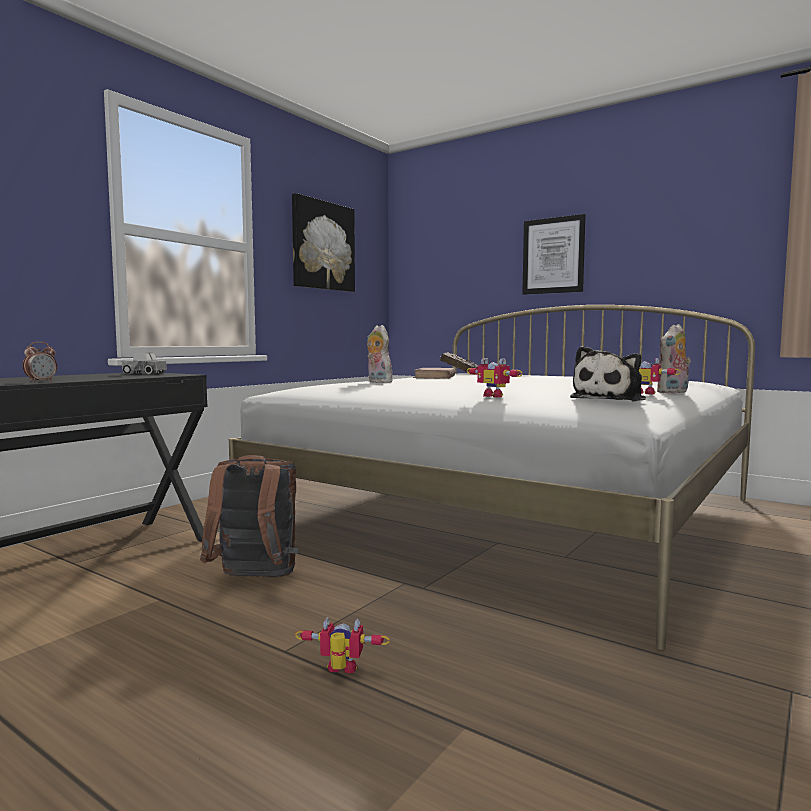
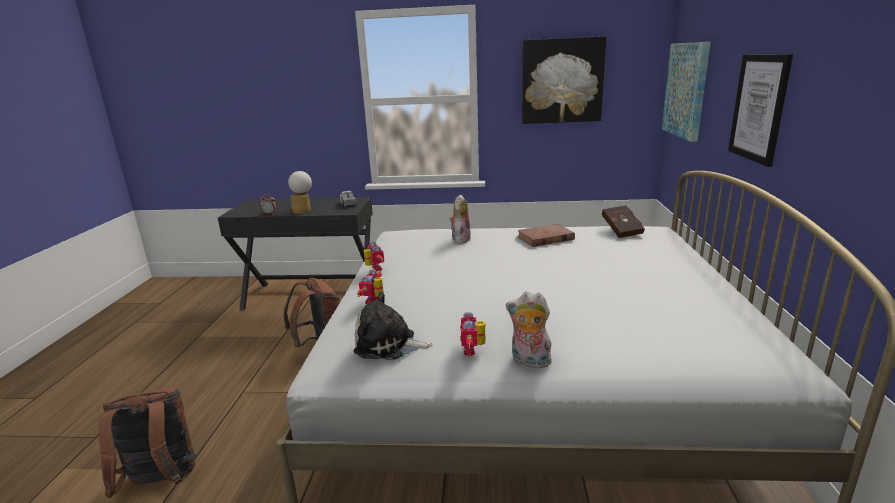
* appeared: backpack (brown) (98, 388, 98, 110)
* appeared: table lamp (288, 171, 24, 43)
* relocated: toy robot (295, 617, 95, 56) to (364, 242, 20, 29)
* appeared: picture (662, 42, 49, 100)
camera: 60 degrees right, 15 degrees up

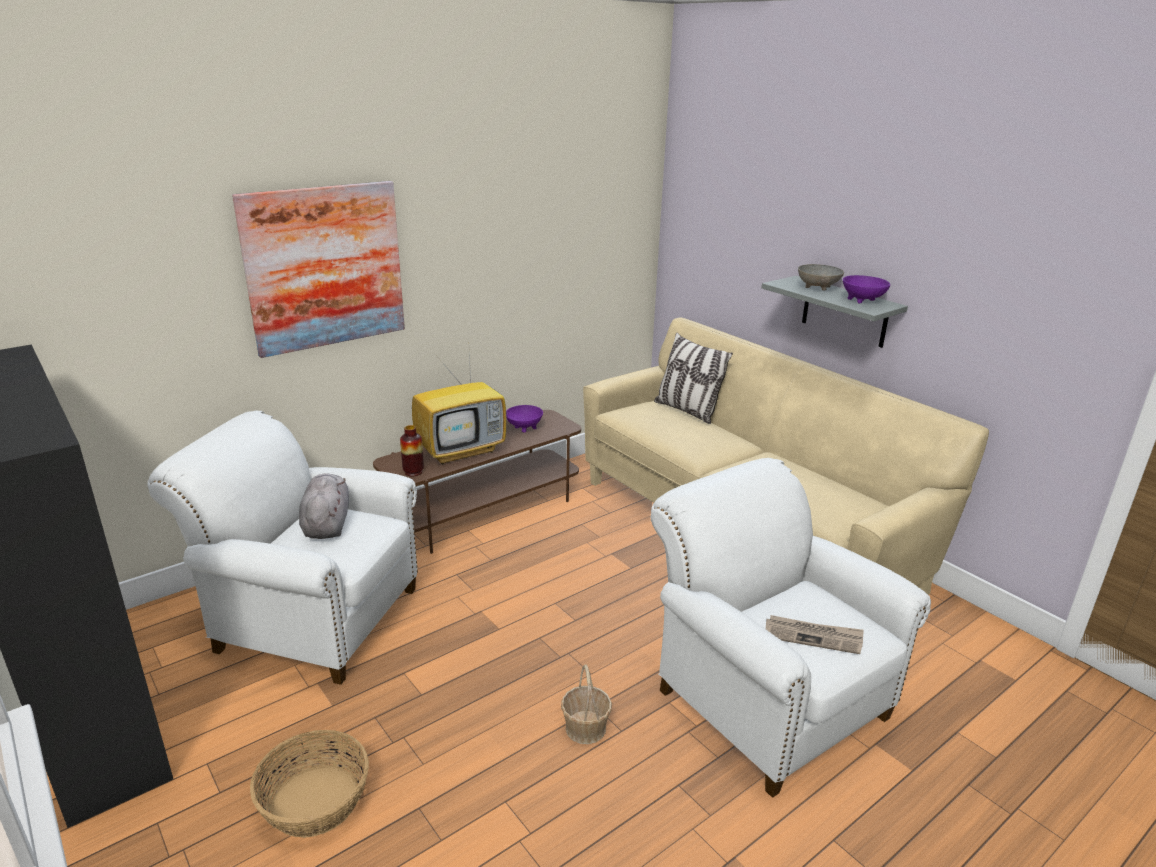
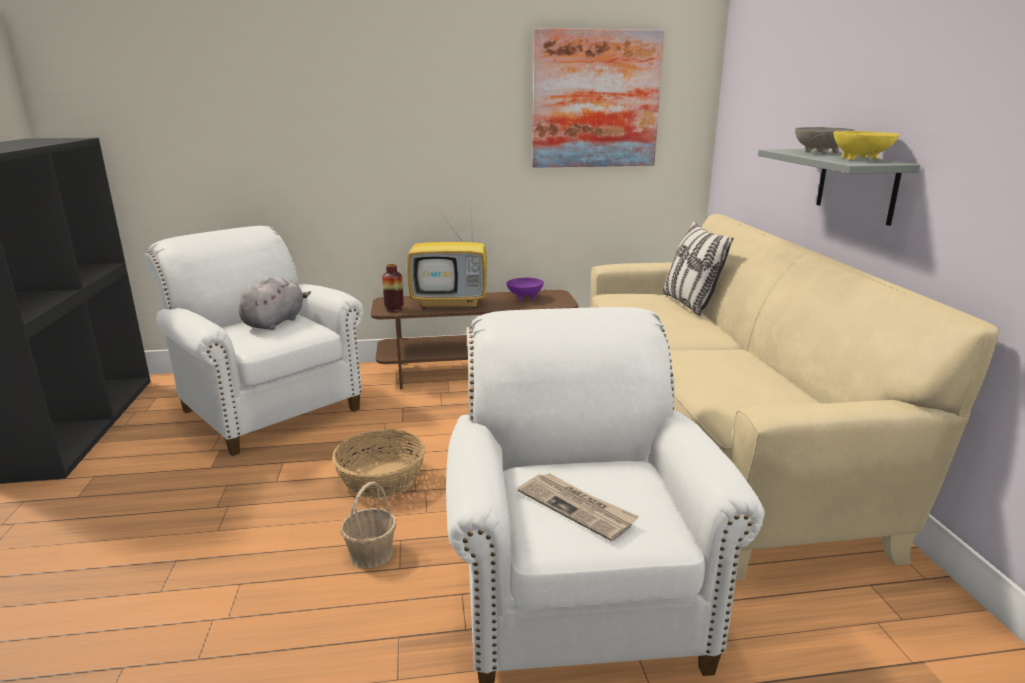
* relocated: basket (250, 730, 119, 108) to (332, 429, 93, 69)
* relocated: picture (232, 181, 173, 177) to (532, 28, 132, 140)
* colour: bowl (purple) (843, 275, 47, 29) to bowl (yellow) (834, 131, 65, 29)
camera: 30 degrees right, 5 degrees down

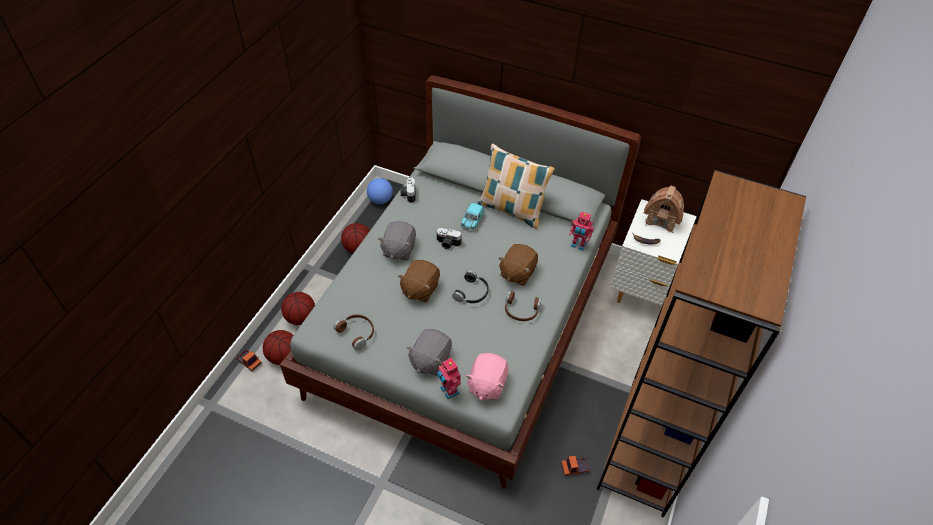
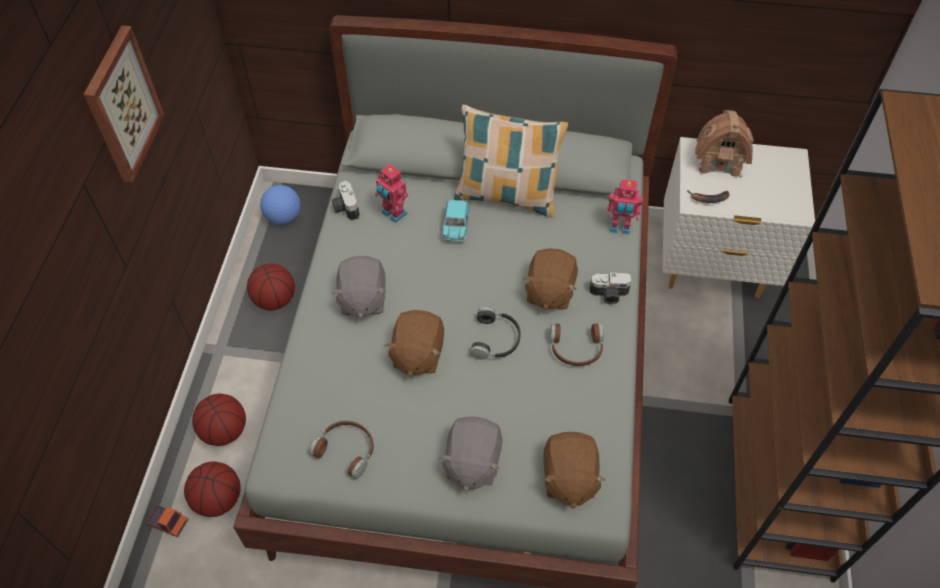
* appeared: picture (83, 25, 81, 157)
* relocated: toy robot (437, 358, 24, 41) to (375, 164, 33, 59)
* colour: plush toy (pink) (466, 353, 43, 47) to plush toy (brown) (543, 432, 63, 77)
* relocated: photo camera (437, 228, 25, 21) to (589, 273, 43, 32)
* missing: toy truck (561, 456, 28, 20)
camera: 15 degrees left, 5 degrees up

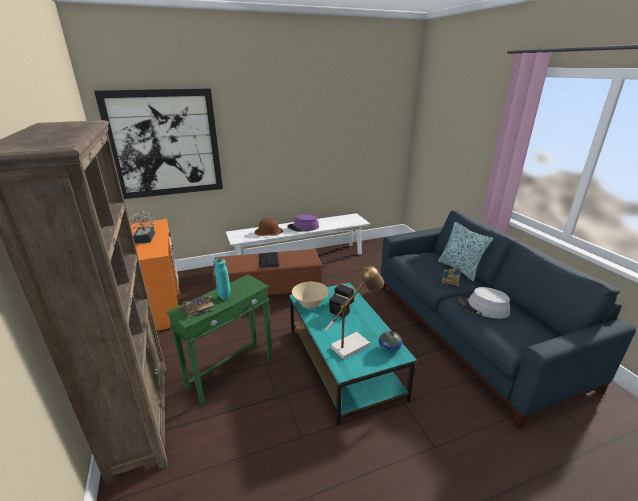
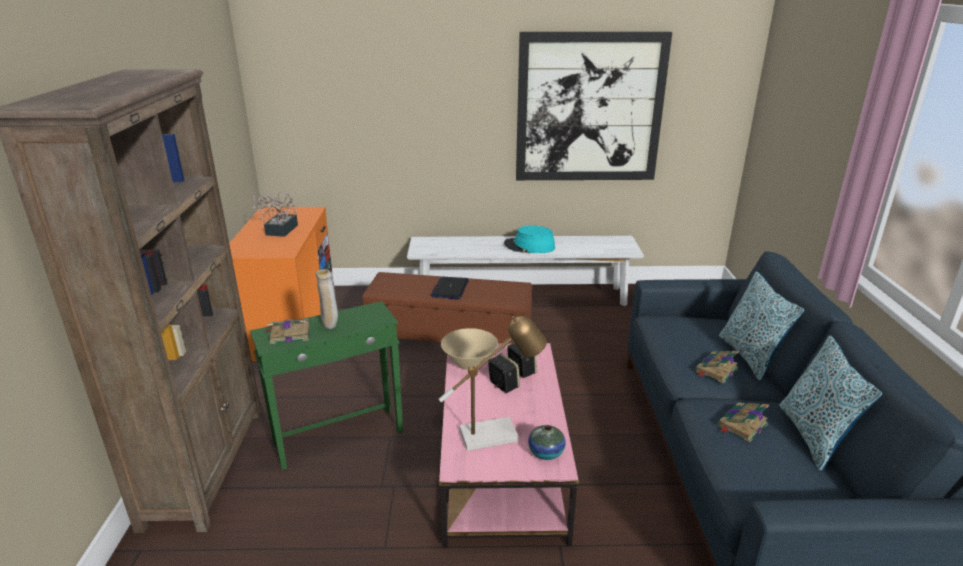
* colour: vase (turquoise) (213, 258, 17, 41) to vase (beige) (316, 269, 22, 60)
* colour: coffee table (turquoise) (289, 282, 128, 144) to coffee table (pink) (439, 343, 139, 205)
* colour: hat (purple) (288, 214, 31, 18) to hat (turquoise) (504, 226, 51, 27)
* relocated: picture (94, 88, 129, 111) to (516, 32, 156, 148)
* exchanged: hat (grey) (458, 287, 52, 32) to book (717, 403, 52, 39)
* appeared: pillow (779, 335, 104, 137)
* missing: hat (brown) (255, 218, 28, 18)
camera: 20 degrees right, 0 degrees up

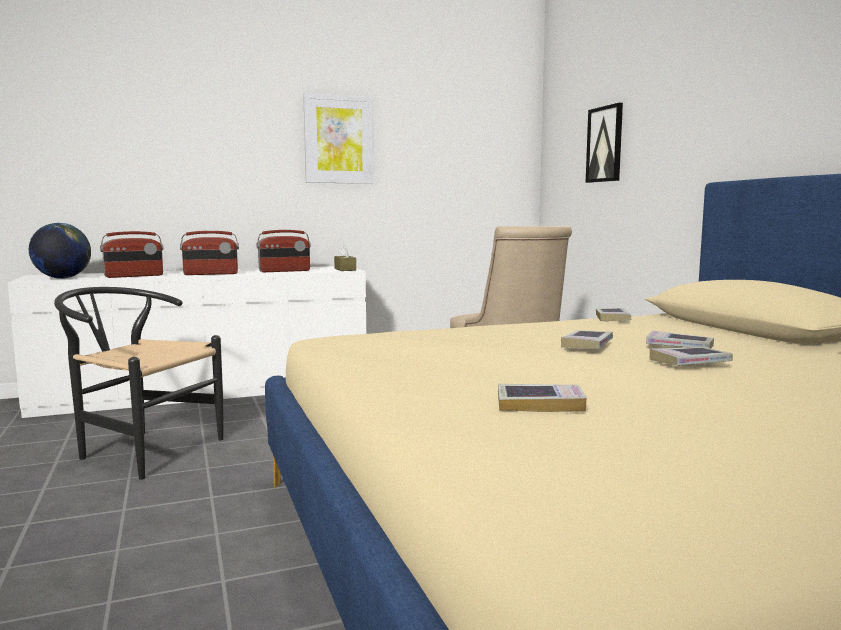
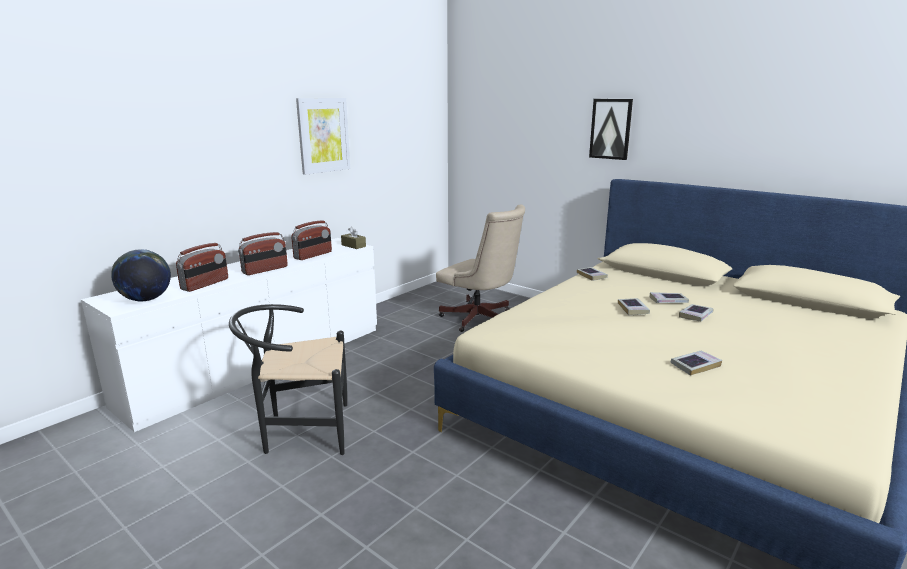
* relocated: picture (586, 103, 37, 80) to (589, 99, 44, 61)
camera: 30 degrees left, 10 degrees up

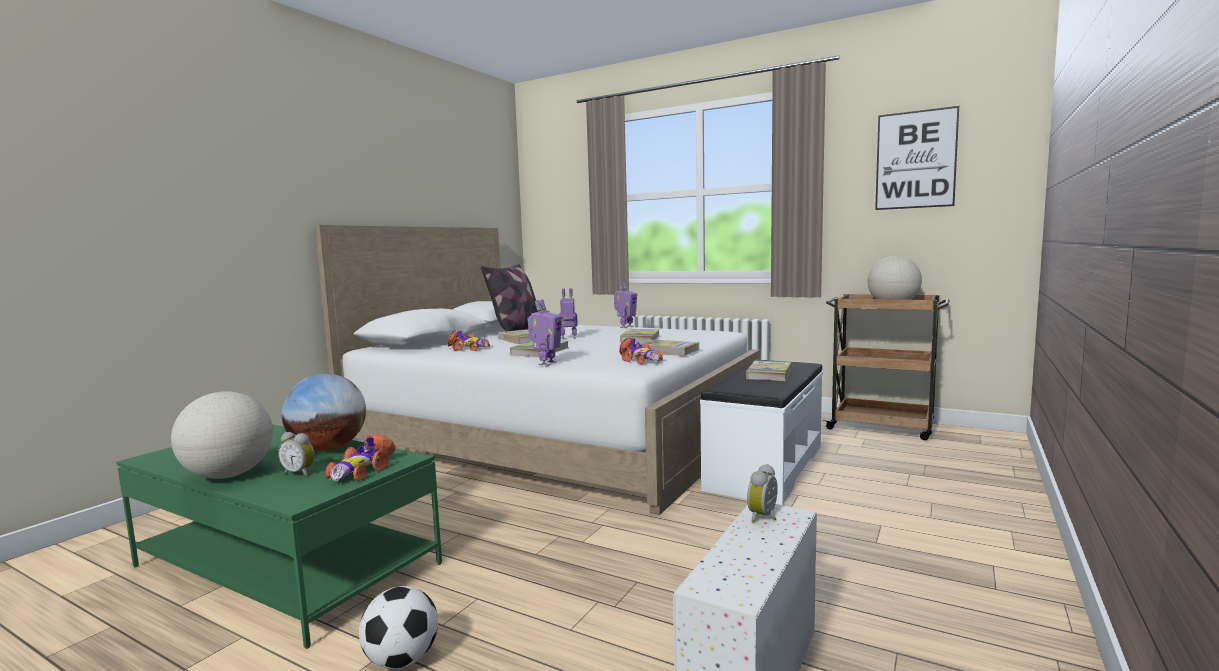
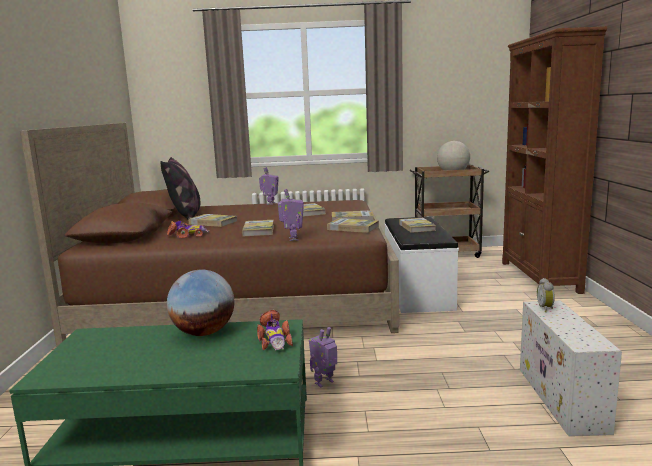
* colour: bed (white) (315, 225, 445, 290) to bed (brown) (20, 123, 379, 224)
* relocated: toy robot (558, 288, 20, 52) to (309, 327, 28, 60)
* exchanged: toy car (619, 338, 44, 26) to book (327, 218, 52, 15)
* appeared: bookcase (brown) (502, 26, 105, 268)
* missing: globe (171, 391, 102, 88)
* missing: alarm clock (278, 432, 36, 44)
* missing: football (359, 586, 79, 83)
* missing: picture (875, 106, 84, 104)
camera: 30 degrees left, 5 degrees up

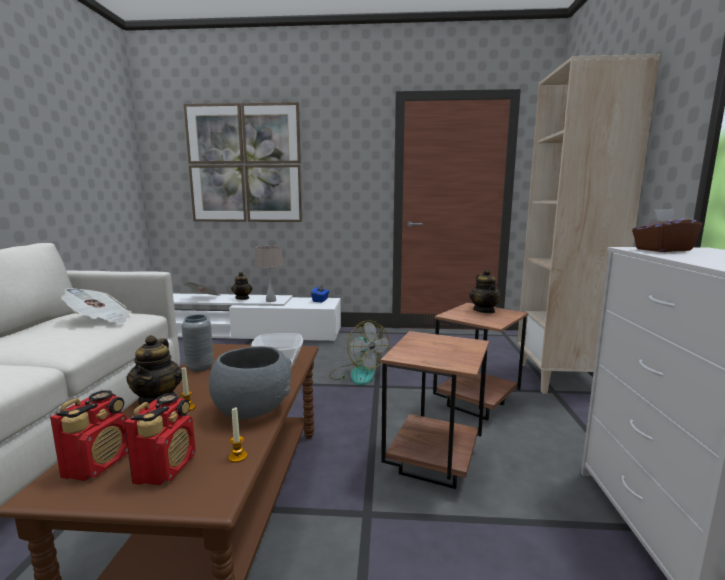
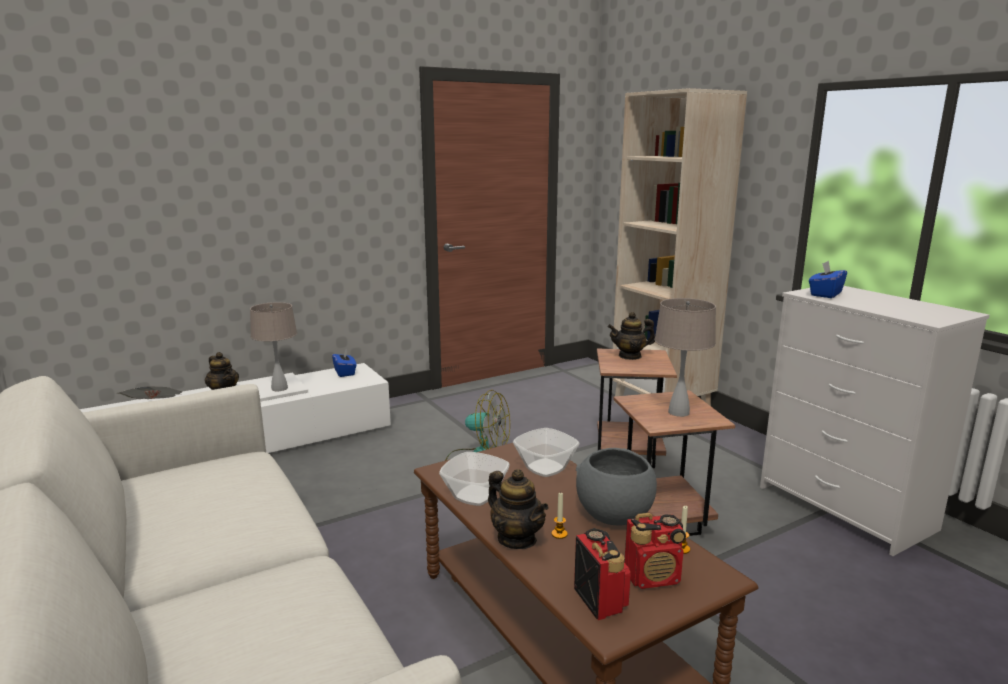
* exchanged: vase (grey) (182, 314, 32, 58) to bowl (439, 452, 70, 54)
* spun: teapot (469, 269, 32, 44) = (608, 312, 47, 48) 120 degrees clockwise
* spun: radio (124, 393, 72, 92) = (624, 513, 62, 76) 105 degrees clockwise
* appeared: table lamp (beige) (655, 298, 61, 119)
* colour: tissue box (brown) (632, 209, 71, 43) to tissue box (blue) (809, 261, 38, 37)
* missing: newspaper (61, 288, 71, 36)
* missing: picture (184, 102, 118, 120)
camera: 35 degrees left, 5 degrees up

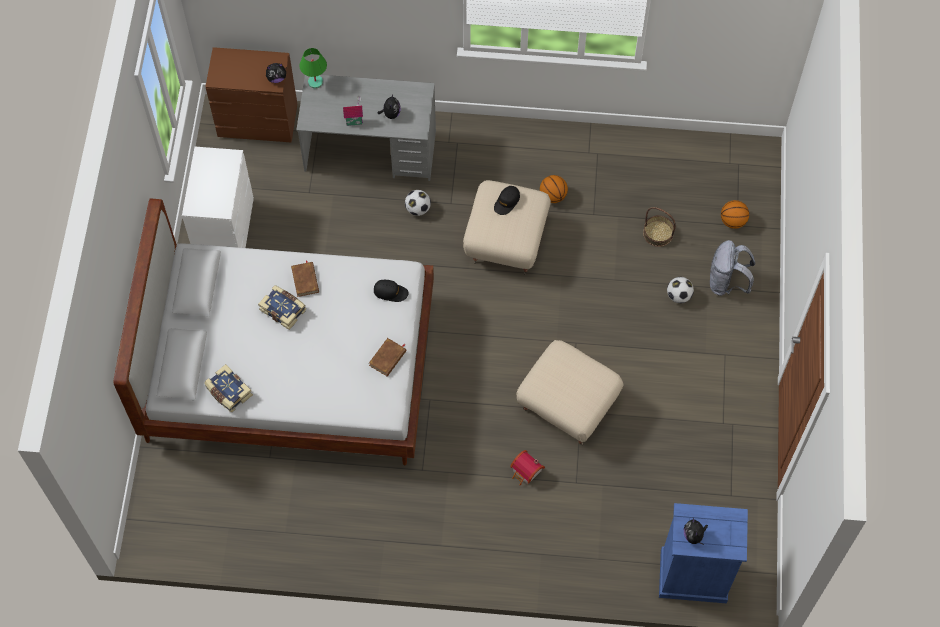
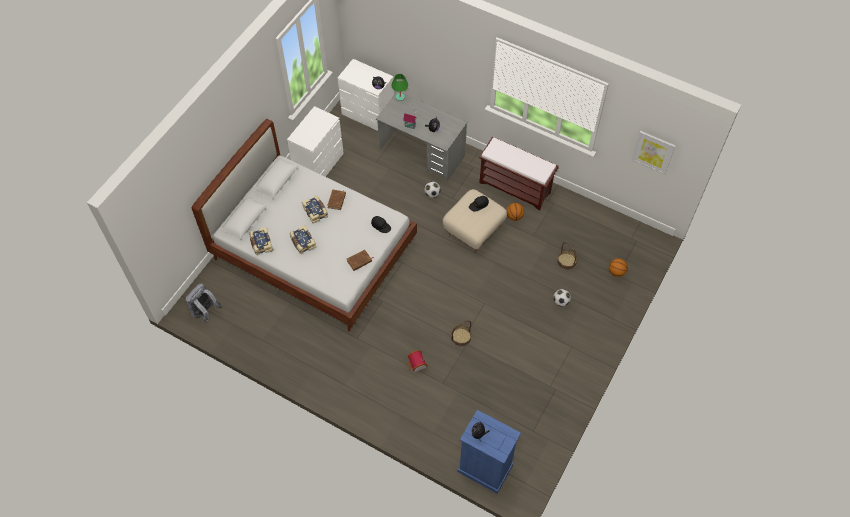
* relocated: backpack (grey) (710, 240, 45, 56) to (185, 284, 37, 39)
* appeared: book (289, 225, 27, 29)
* colour: dresser (brown) (205, 47, 92, 95) to dresser (white) (338, 59, 56, 72)
* exchanged: ottoman (beige) (516, 340, 107, 105) to basket (451, 320, 21, 27)
* appeared: bench (brown) (479, 137, 80, 73)
* appeared: picture (631, 131, 45, 44)
camera: 25 degrees right, 5 degrees down

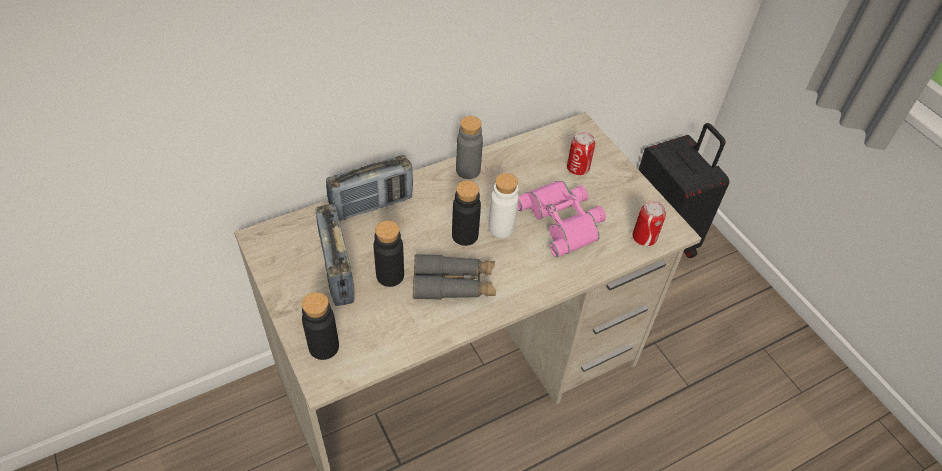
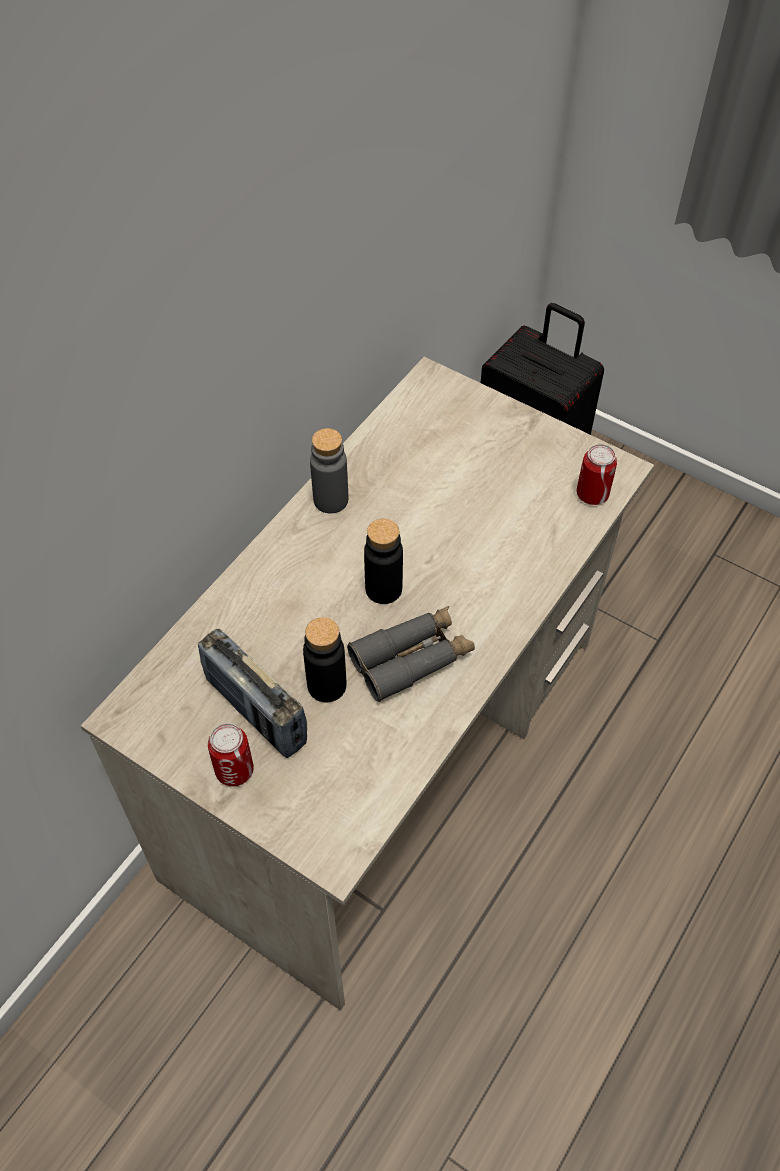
* relocated: can (567, 131, 28, 44) to (208, 723, 46, 63)
* missing: bottle (black) (302, 292, 37, 68)
* missing: radio (326, 155, 87, 66)
* missing: bottle (white) (488, 173, 31, 65)
* missing: binoculars (pink) (517, 181, 89, 76)
camera: 25 degrees left, 5 degrees up

